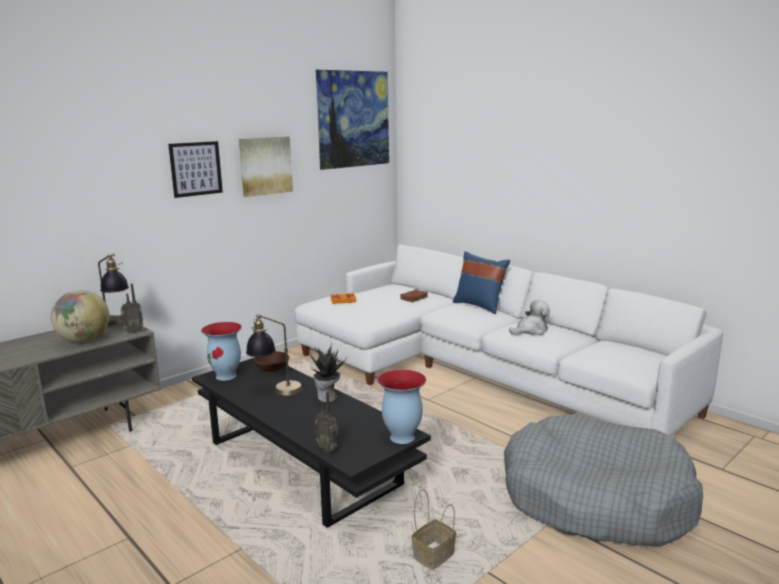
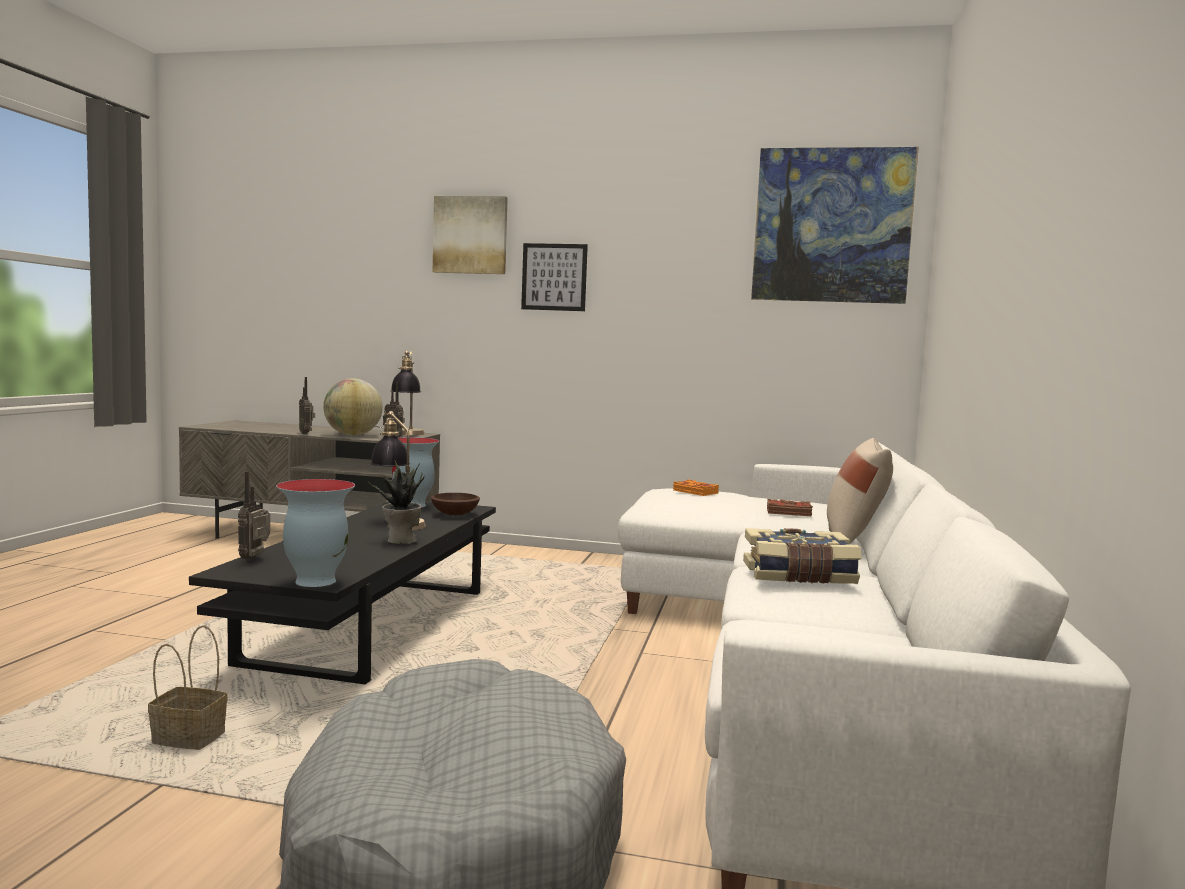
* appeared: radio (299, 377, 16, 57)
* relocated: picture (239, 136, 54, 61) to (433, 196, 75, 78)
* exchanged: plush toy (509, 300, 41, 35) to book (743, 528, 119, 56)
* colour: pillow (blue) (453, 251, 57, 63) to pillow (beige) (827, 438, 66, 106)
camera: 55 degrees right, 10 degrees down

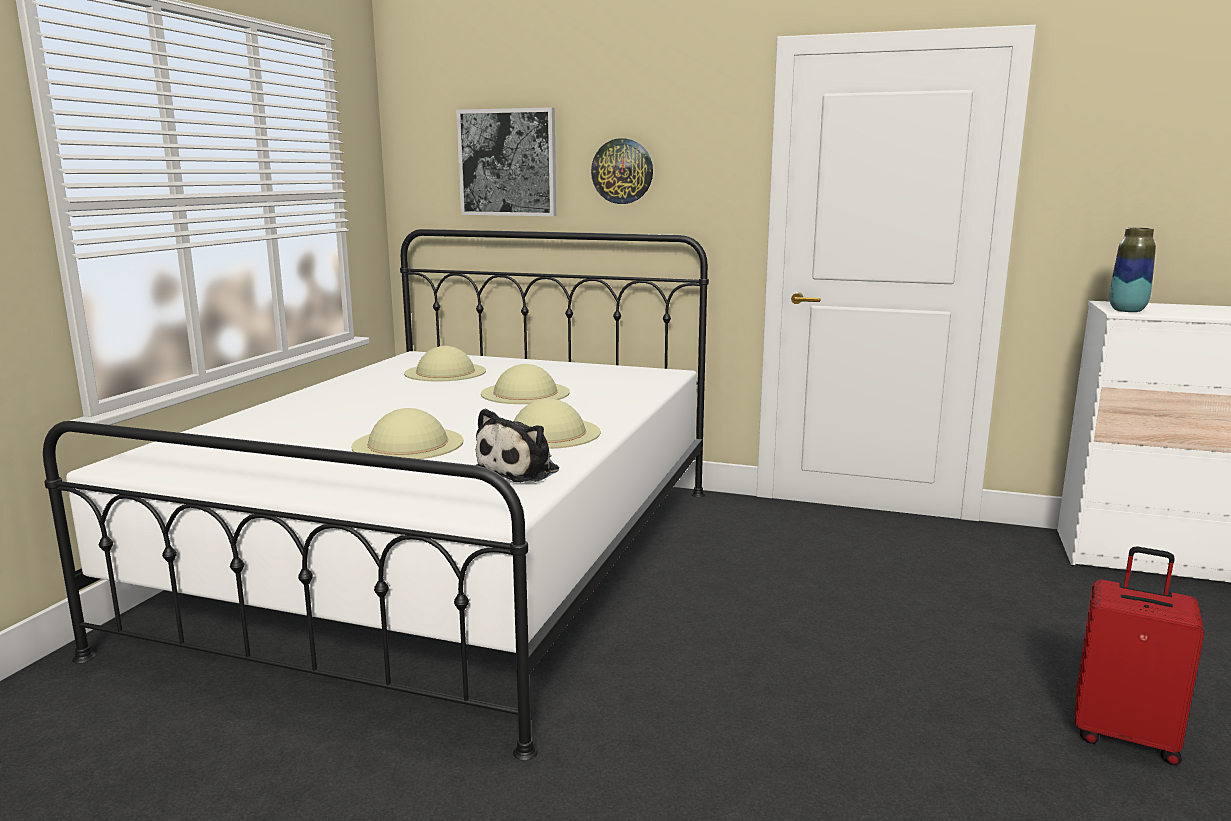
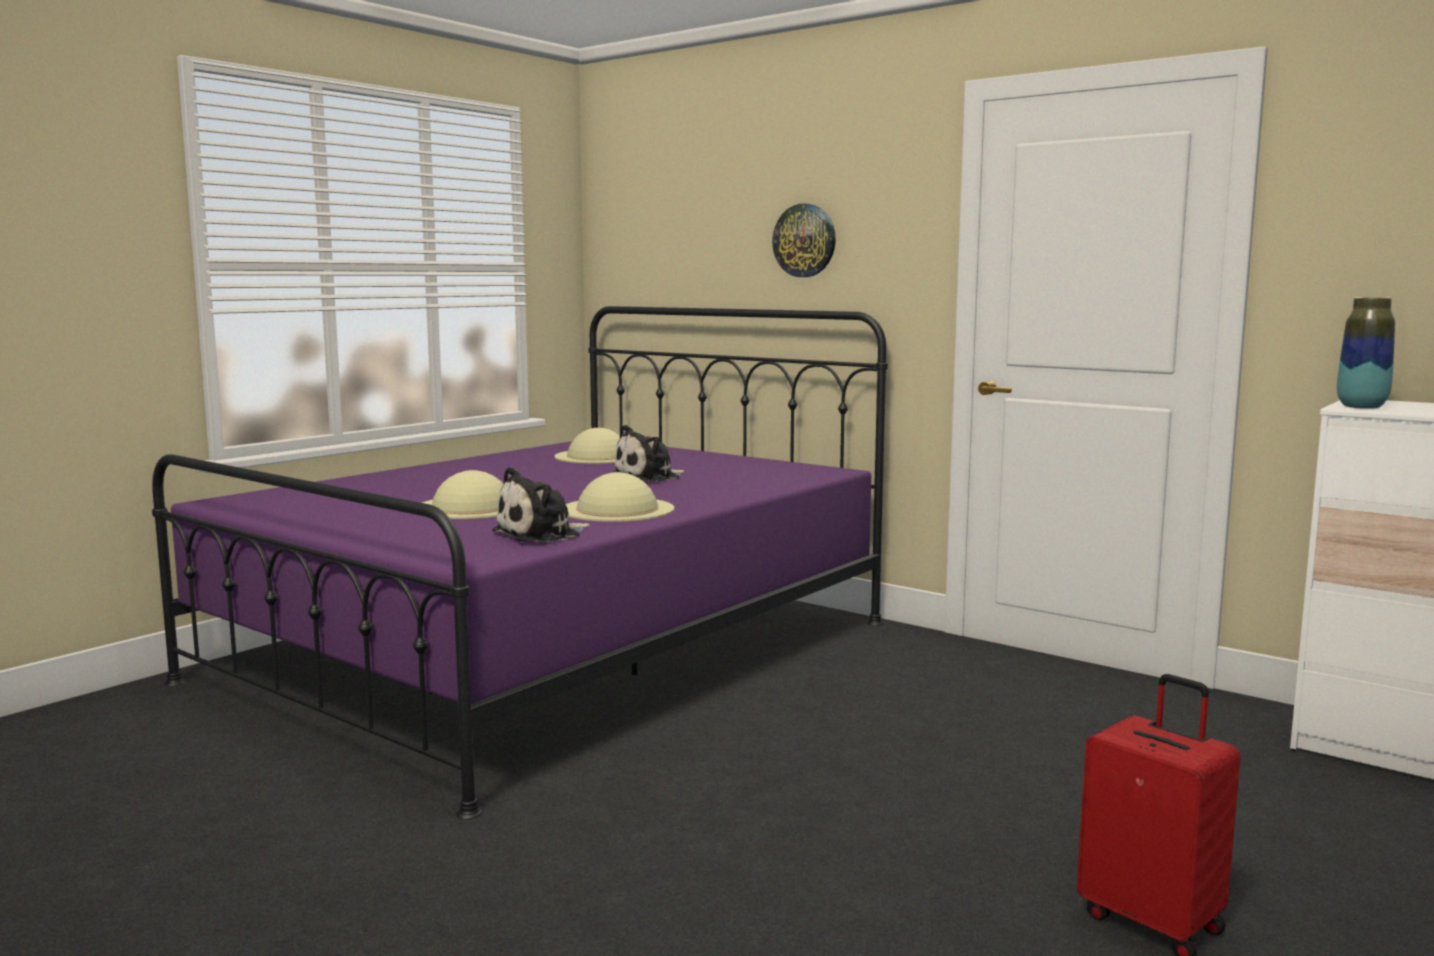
* colour: bed (white) (43, 229, 666, 531) to bed (purple) (152, 306, 736, 513)
* exchanged: hat (beige) (481, 364, 89, 40) to plush toy (612, 425, 73, 57)
* missing: picture (456, 107, 100, 109)
camera: 20 degrees right, 5 degrees down

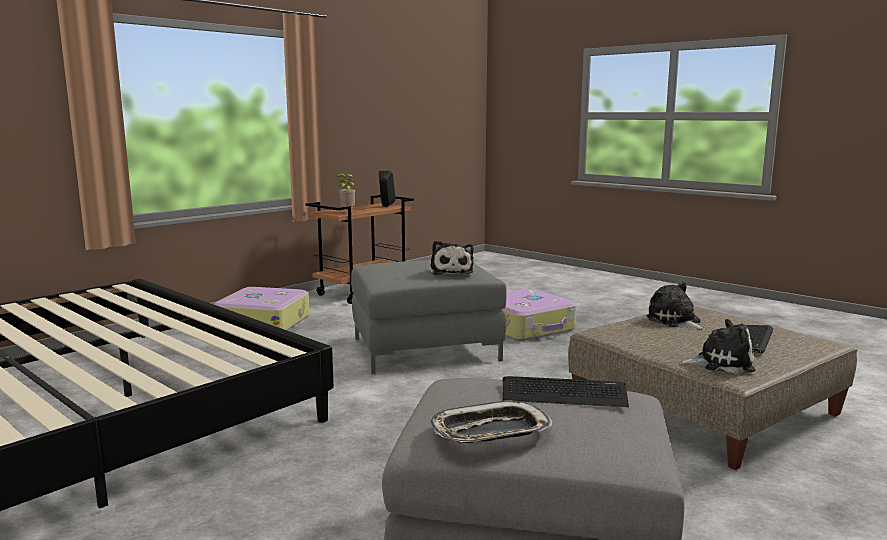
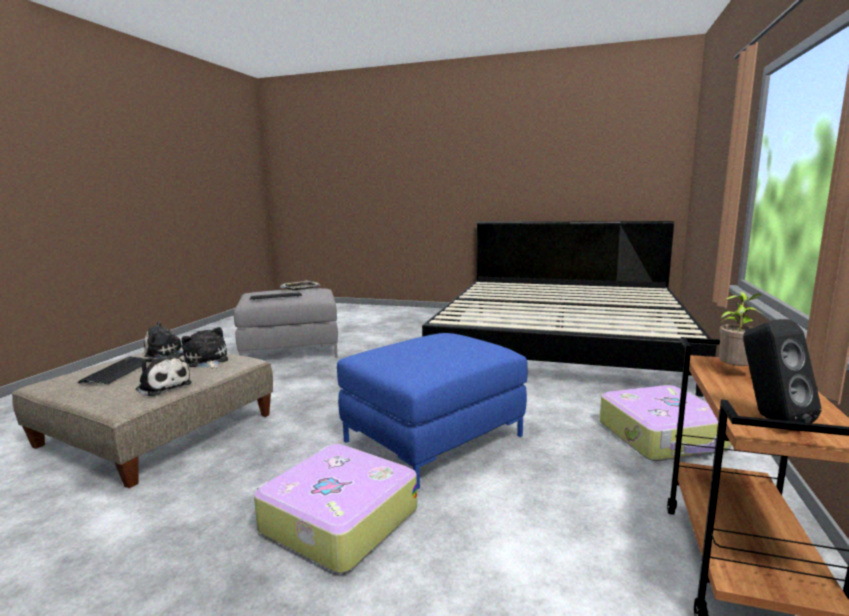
* relocated: plush toy (431, 240, 43, 35) to (181, 327, 47, 42)
* colour: ottoman (grey) (351, 260, 156, 114) to ottoman (blue) (337, 333, 191, 156)
camera: 155 degrees right, 0 degrees up

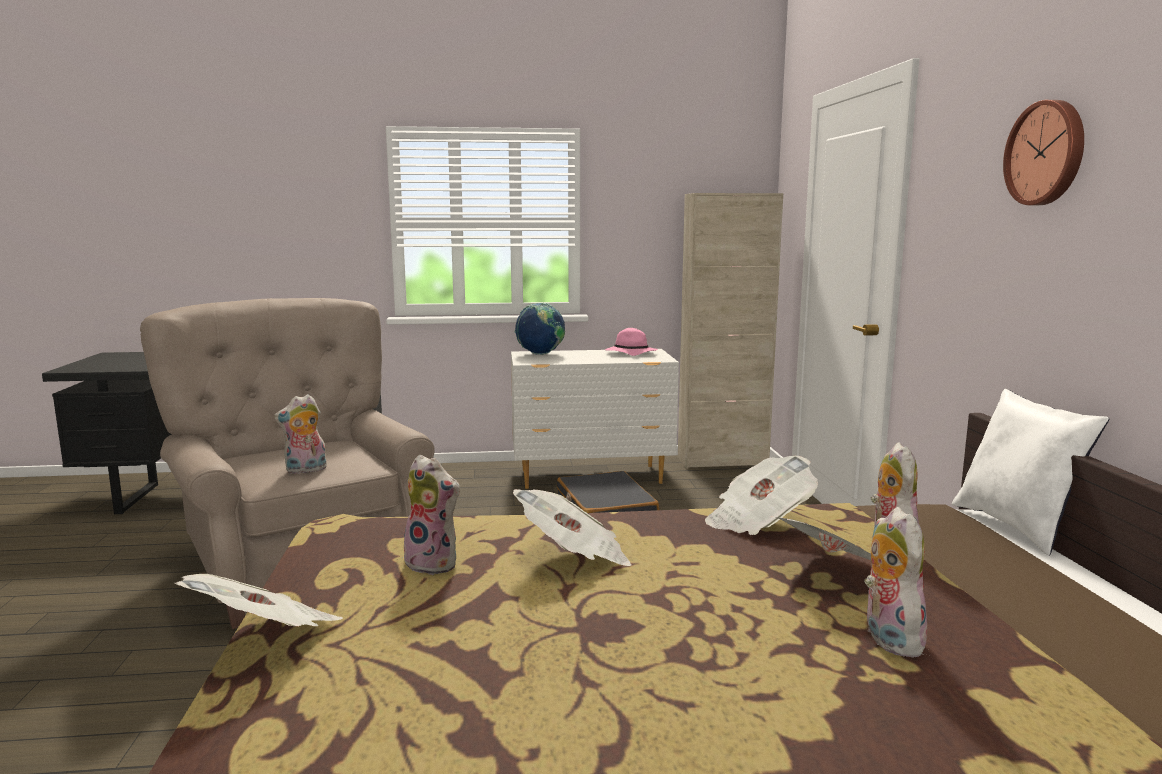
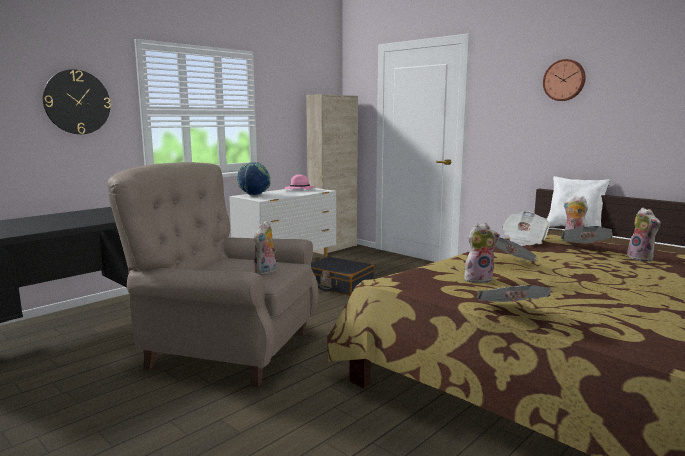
* appeared: wall clock (43, 69, 68, 65)
* spun: plush toy (864, 507, 63, 151) = (627, 208, 34, 54) 150 degrees counterclockwise
camera: 40 degrees left, 0 degrees up

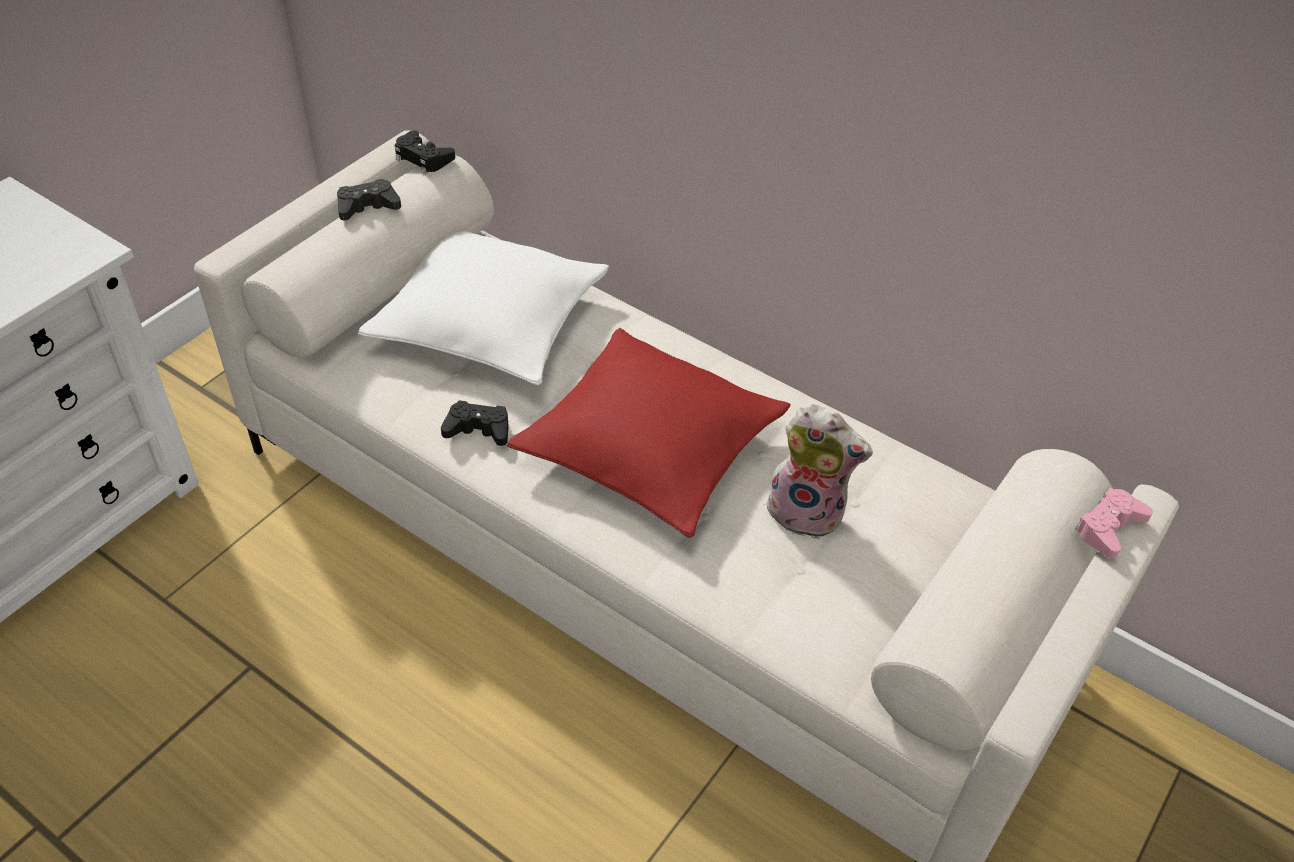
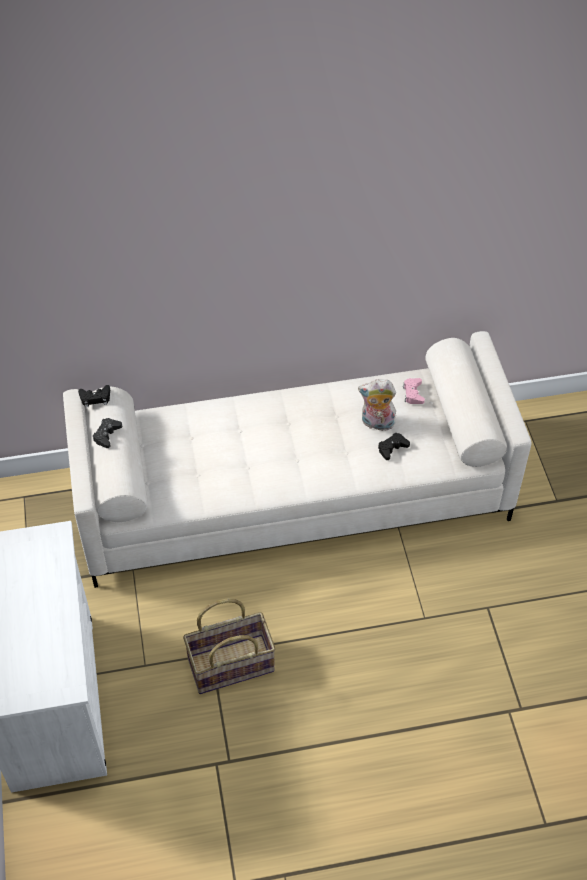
* appeared: basket (183, 598, 93, 96)
* spun: plush toy (764, 404, 109, 135) = (358, 379, 38, 52) 150 degrees counterclockwise
* relocated: game controller (black) (441, 400, 68, 46) to (378, 432, 32, 28)
* relocated: game controller (pink) (1075, 488, 78, 70) to (403, 378, 22, 26)
* missing: pillow (white) (358, 231, 251, 155)
* missing: pillow (red) (507, 328, 284, 210)
camera: 45 degrees left, 5 degrees up

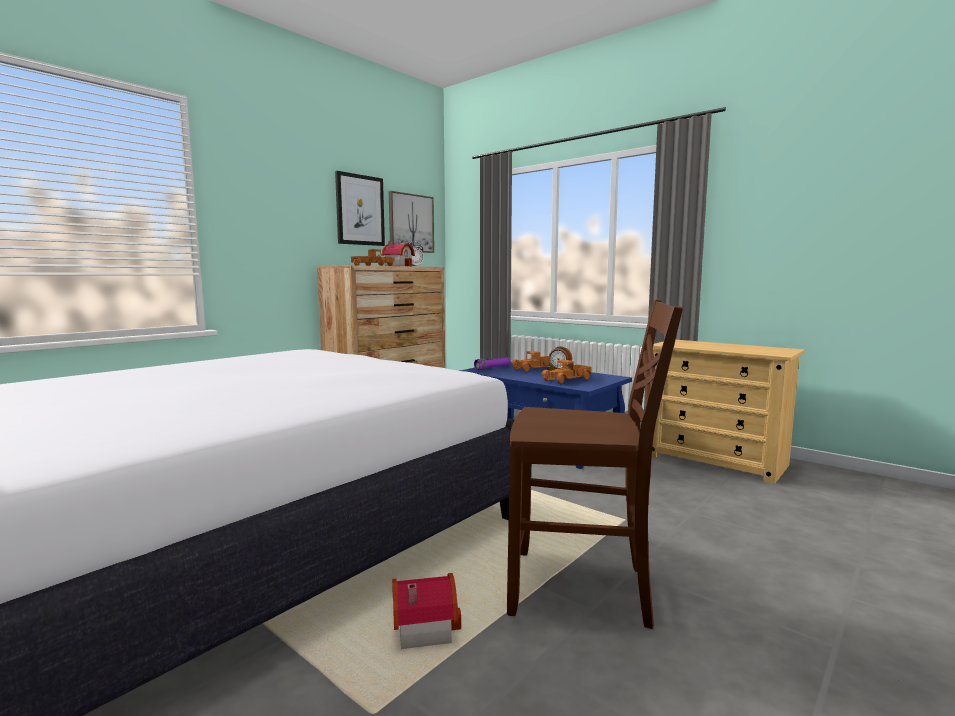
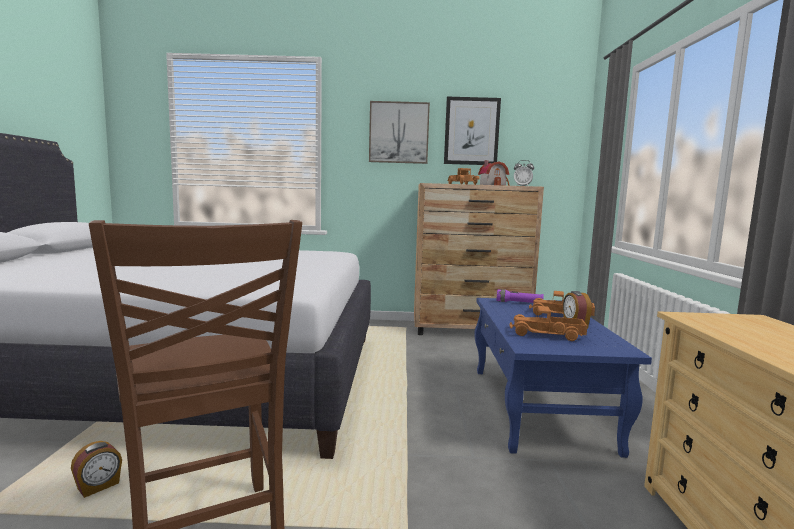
* exchanged: toy house (392, 573, 69, 76) to alarm clock (71, 441, 51, 57)
* relocated: picture (389, 191, 45, 62) to (369, 101, 61, 63)
camera: 50 degrees right, 0 degrees up

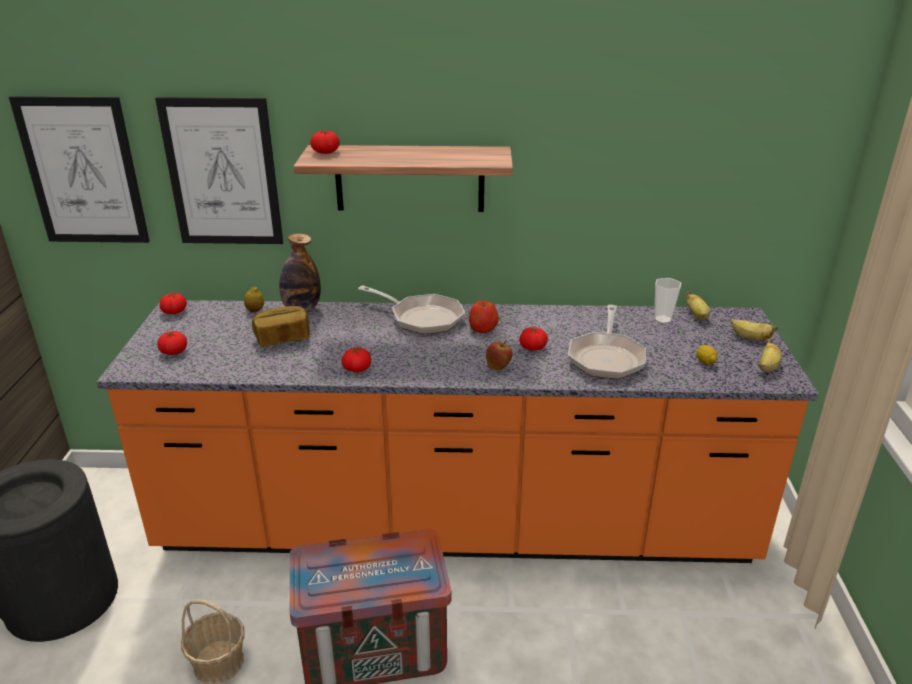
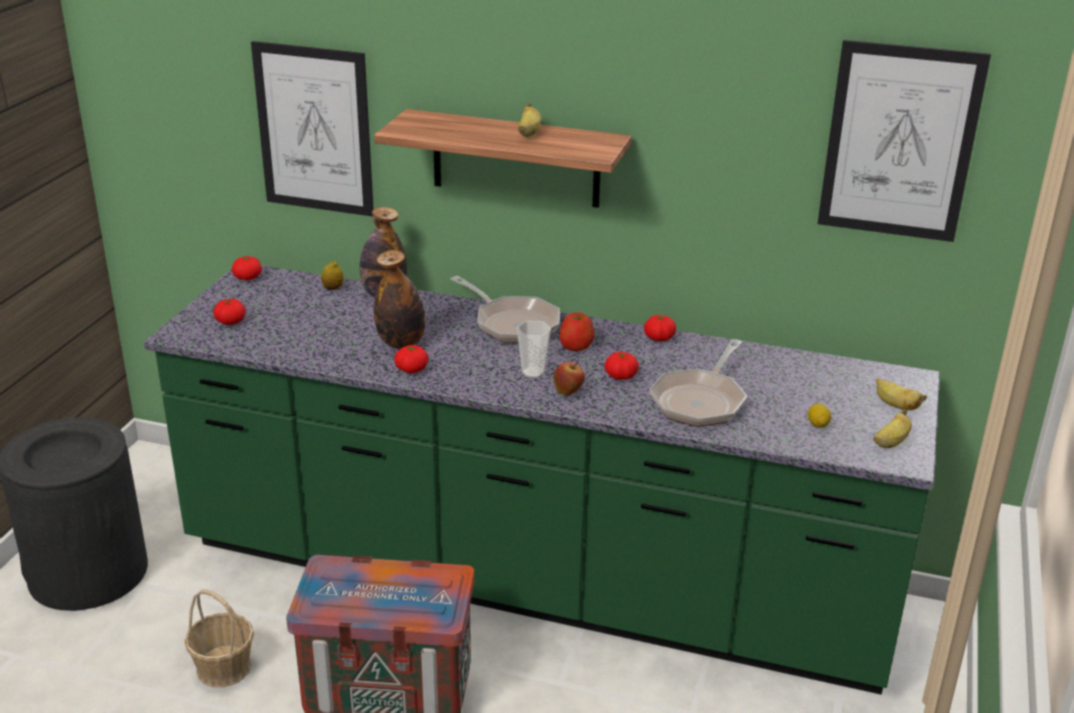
* colour: counter (orange) (96, 300, 723, 263) to counter (green) (144, 265, 796, 430)
* appeared: bottle (374, 250, 51, 99)
* relocated: cup (654, 278, 27, 46) to (517, 321, 34, 57)
* relocated: banana (686, 291, 24, 29) to (518, 103, 23, 34)
* relocated: tomato (310, 131, 30, 23) to (644, 315, 32, 26)
* relocated: picture (9, 96, 140, 147) to (818, 40, 173, 202)
* missing: bread (252, 306, 58, 41)
camera: 15 degrees right, 0 degrees up

